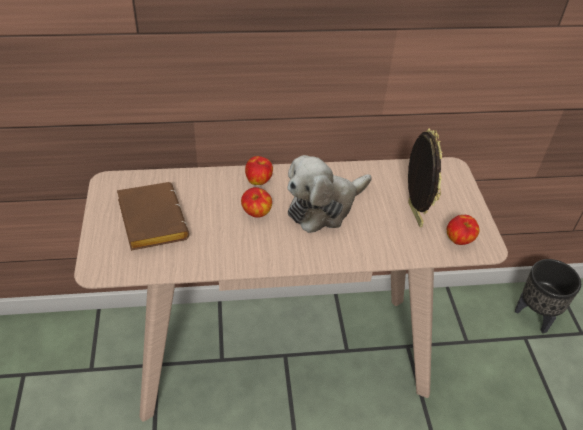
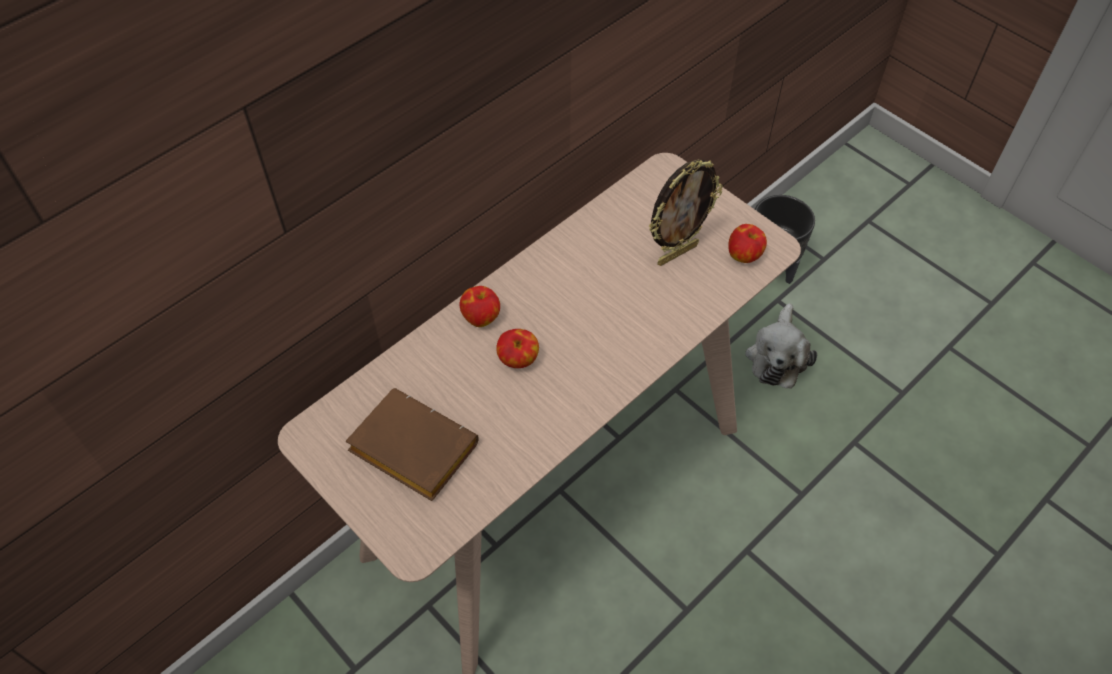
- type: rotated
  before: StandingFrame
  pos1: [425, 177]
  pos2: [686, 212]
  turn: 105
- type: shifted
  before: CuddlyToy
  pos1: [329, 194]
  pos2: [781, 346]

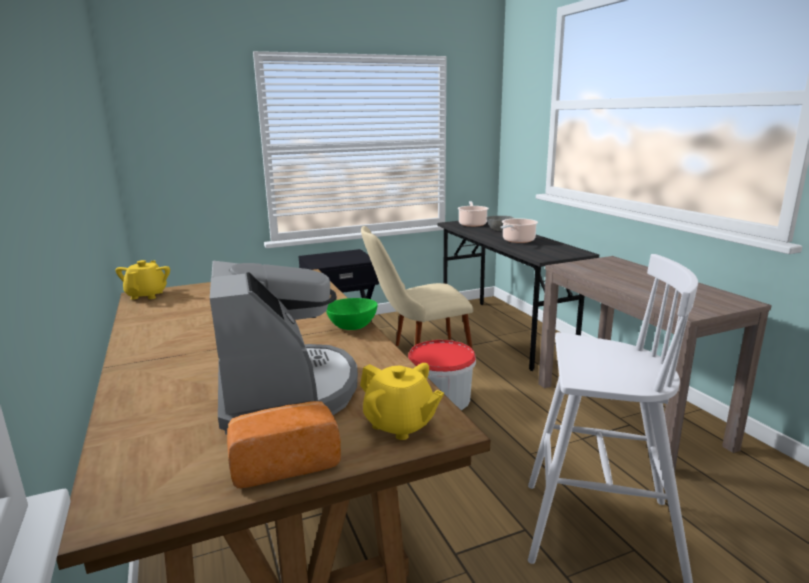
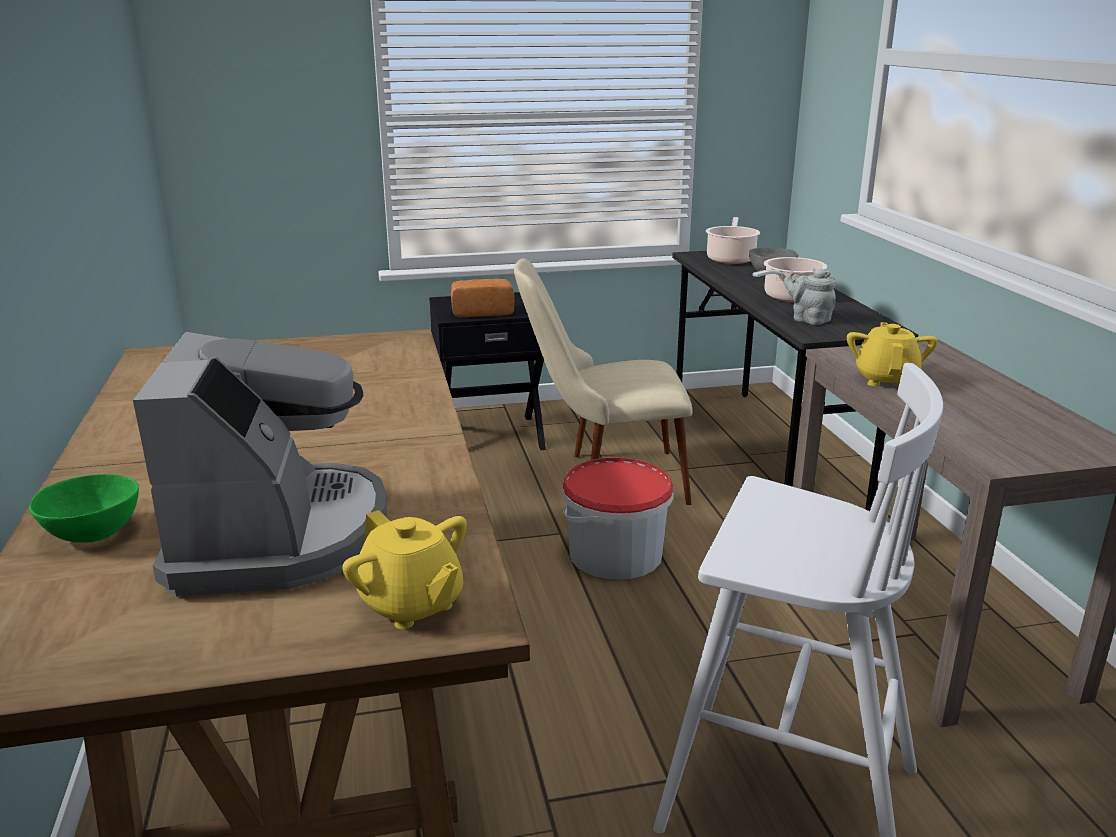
- type: shifted
  before: GreenColouredDeepDish
  pos1: [352, 314]
  pos2: [84, 508]
- type: shifted
  before: BakedBread
  pos1: [284, 444]
  pos2: [482, 298]
- type: new
  after: GreyishTeaPot
  pos2: [810, 296]
- type: shifted
  before: YellowTeaPot
  pos1: [142, 280]
  pos2: [892, 354]

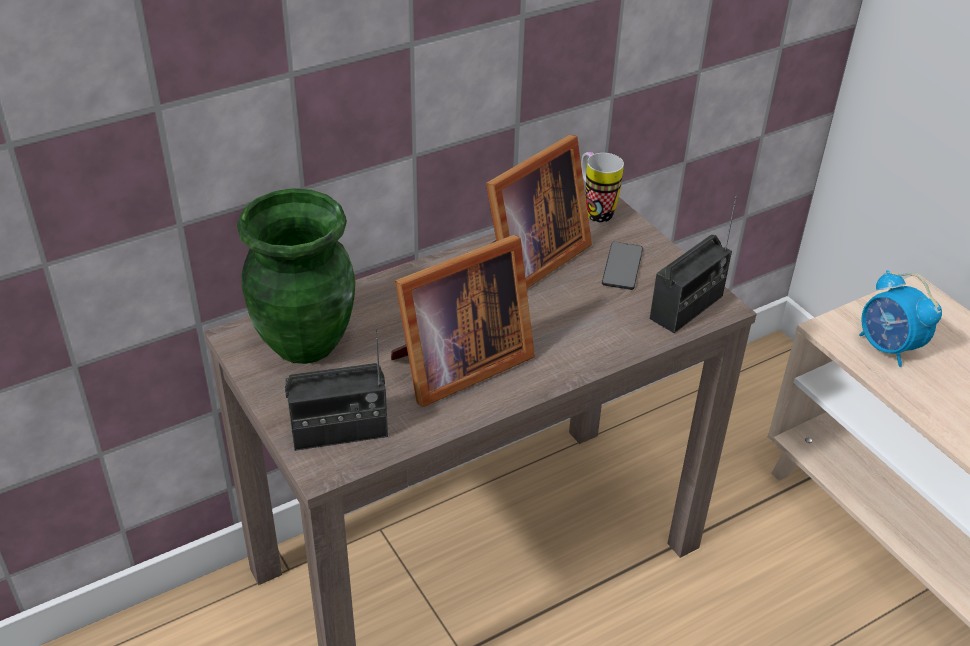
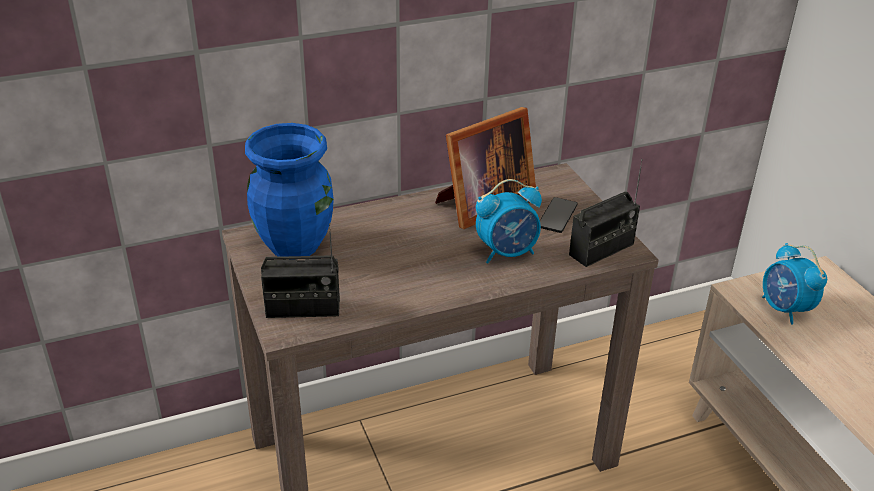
- type: repainted
  before: GreenColouredVase
  after: BlueColouredVase
  pos1: [296, 276]
  pos2: [289, 191]
- type: new
  after: AlarmClock
  pos2: [509, 221]
- type: gone
  before: StandingFrame
  pos1: [463, 321]
- type: gone
  before: Mug
  pos1: [602, 187]

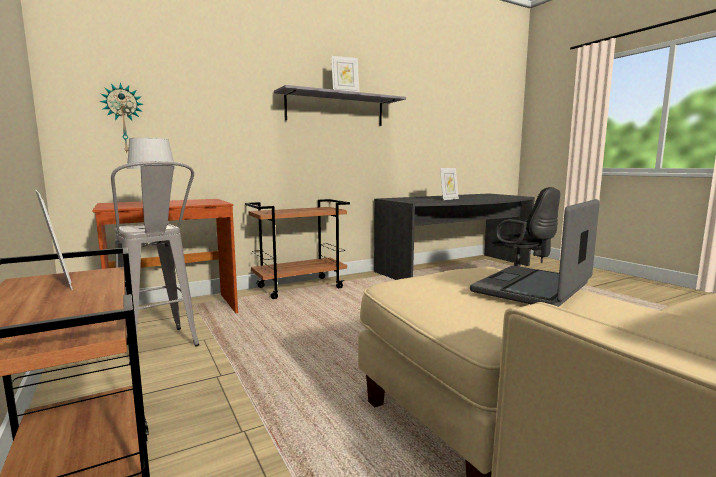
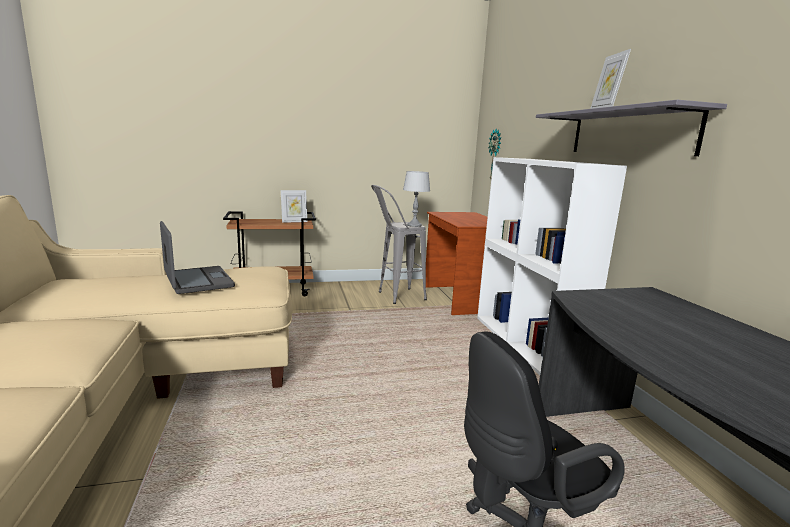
- type: swapped
  before: BrownColouredWheeledCart
  after: WhitishBookshelf
  pos1: [297, 249]
  pos2: [552, 266]
- type: gone
  before: StandingFrame
  pos1: [449, 184]

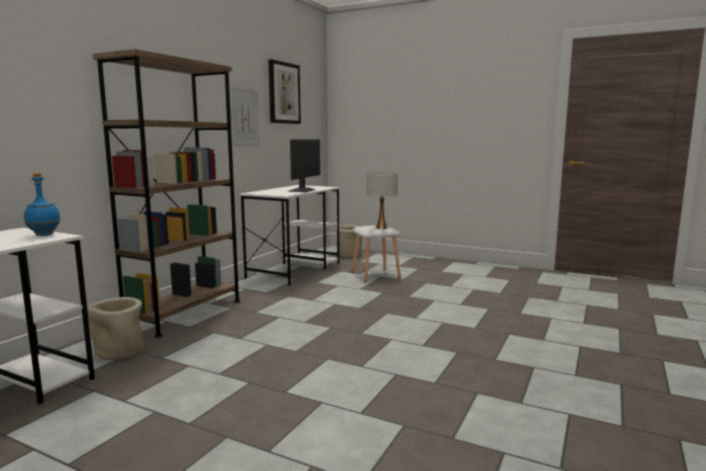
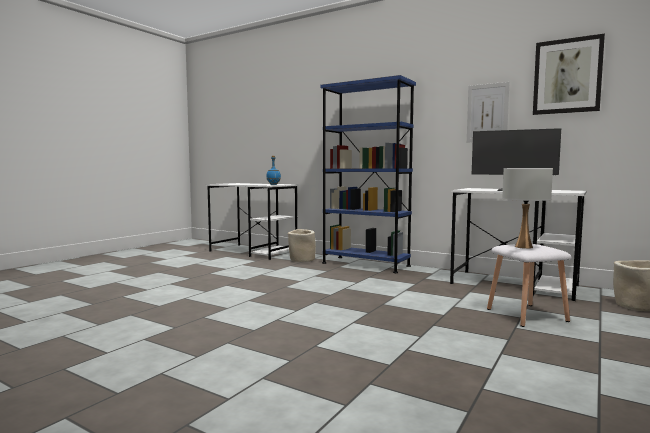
- type: repainted
  before: BrownColouredBookshelf
  after: BlueColouredBookshelf
  pos1: [166, 193]
  pos2: [368, 174]

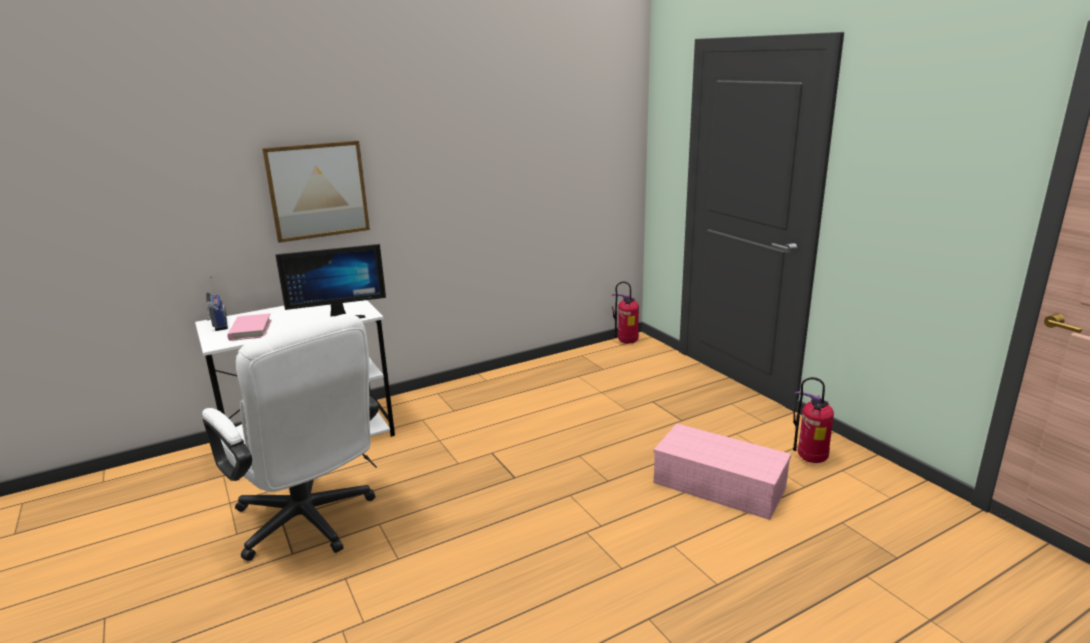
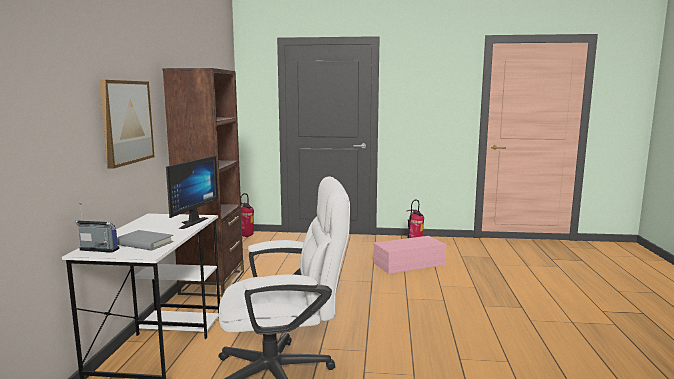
- type: repainted
  before: PinkColouredVolume
  after: GreyishVolume
  pos1: [249, 327]
  pos2: [145, 240]
- type: new
  after: BrownColouredBookshelf
  pos2: [203, 182]

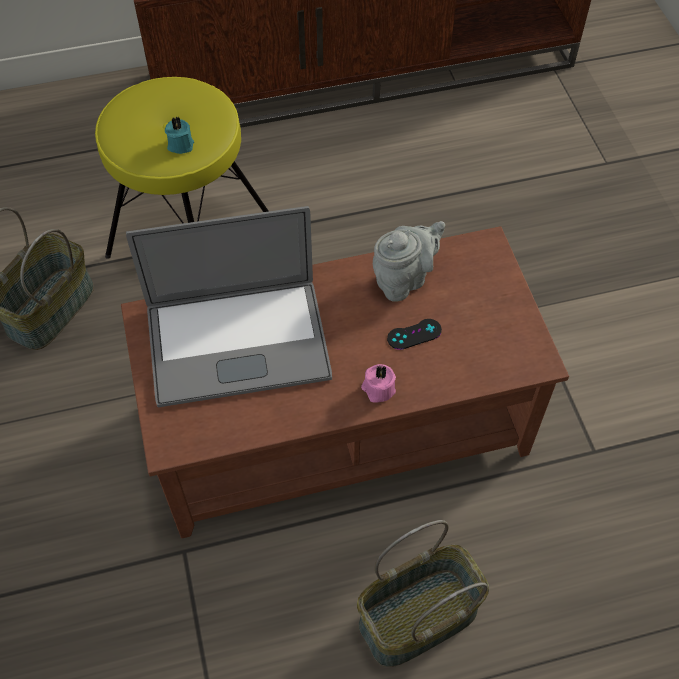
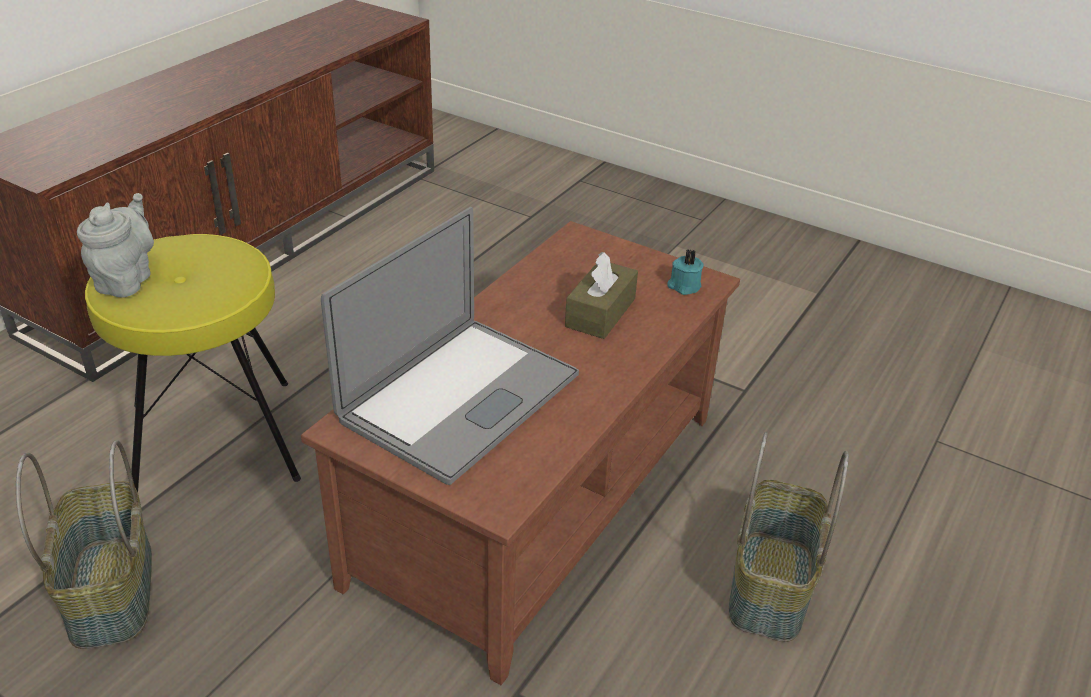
- type: shifted
  before: GreyishTeaPot
  pos1: [409, 261]
  pos2: [115, 245]
- type: swapped
  before: BlackishGameController
  after: BrownColouredBoxOfTissues
  pos1: [414, 334]
  pos2: [601, 295]
- type: shifted
  before: TurquoiseColouredWaxCandle
  pos1: [179, 135]
  pos2: [685, 272]
- type: gone
  before: PinkColouredWaxCandle
  pos1: [378, 383]

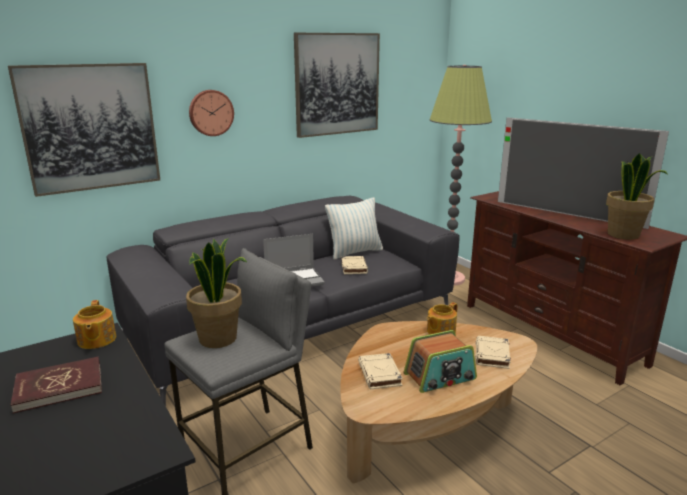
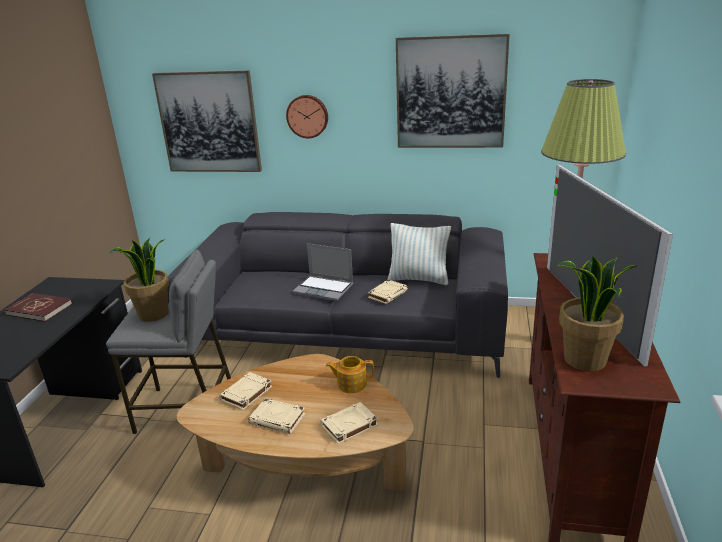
- type: swapped
  before: RadioReceiver
  after: BeigeVolume
  pos1: [440, 361]
  pos2: [276, 416]
- type: gone
  before: TeaPot
  pos1: [94, 324]

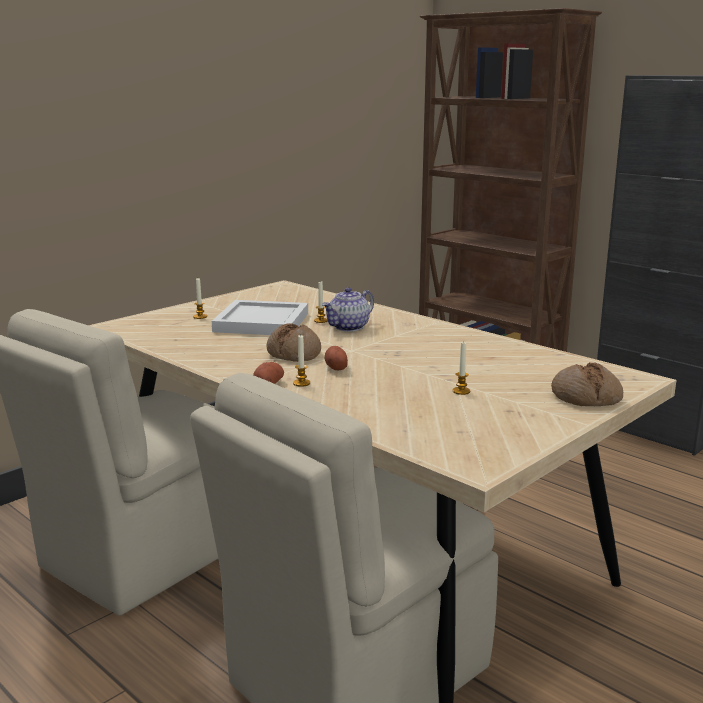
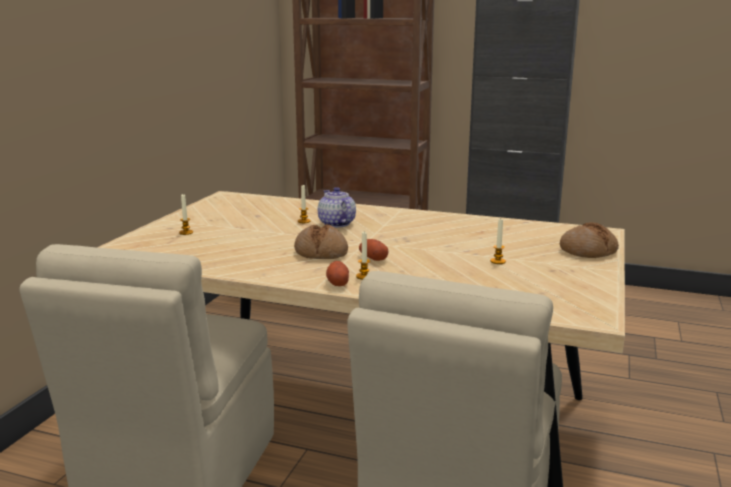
- type: rotated
  before: TeaPot
  pos1: [348, 309]
  pos2: [337, 207]
  turn: 135
- type: gone
  before: WhitishTray
  pos1: [260, 317]

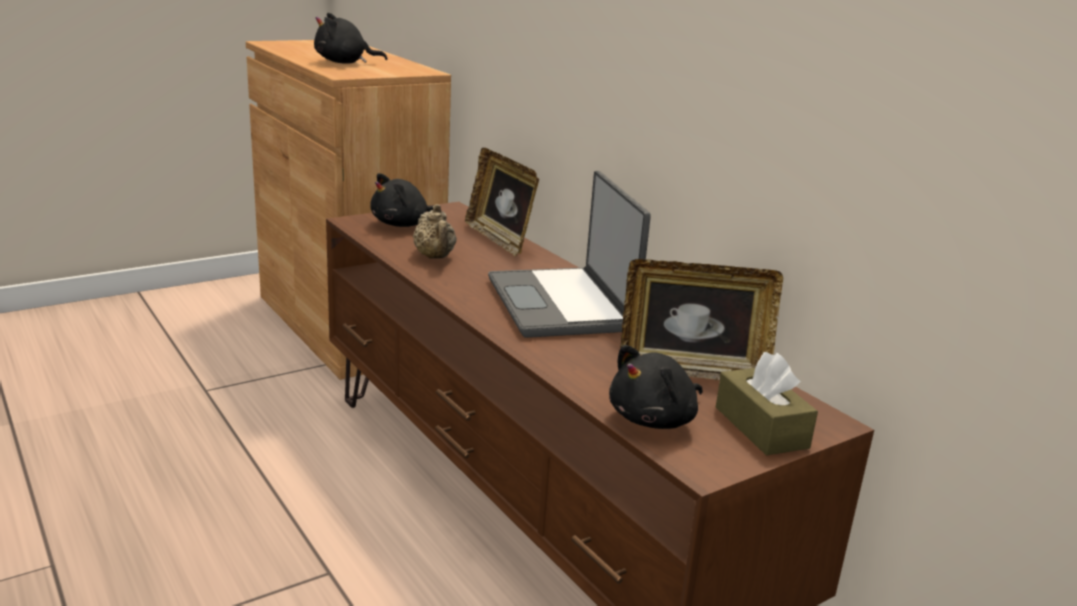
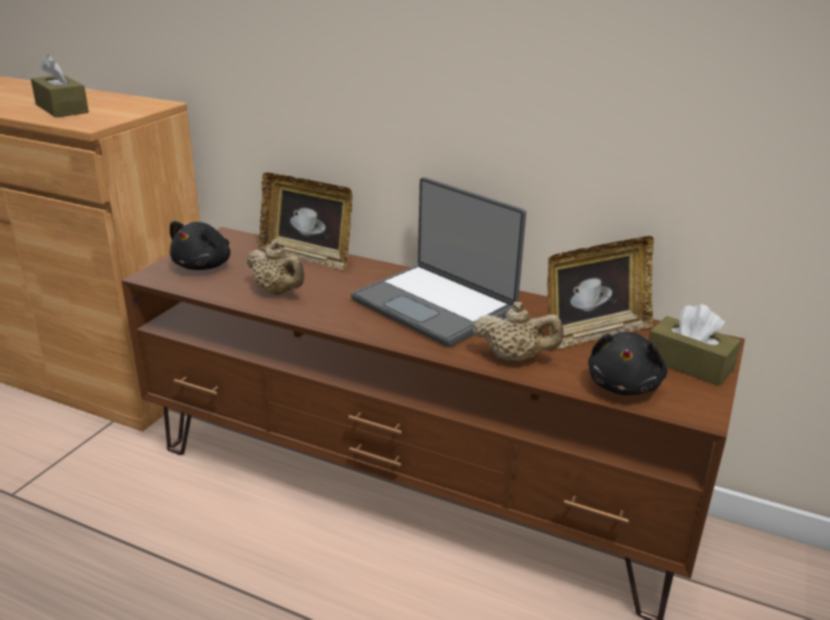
- type: swapped
  before: BlackishCuddlyToy
  after: BrownColouredBoxOfTissues
  pos1: [350, 38]
  pos2: [60, 86]
- type: new
  after: BeigeTeaPot
  pos2: [518, 332]

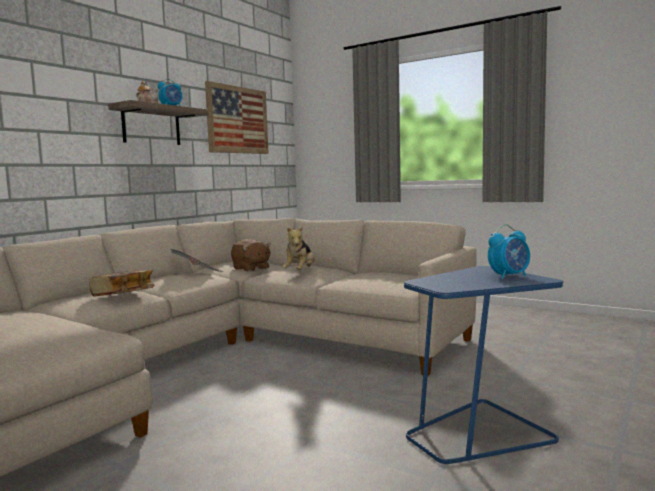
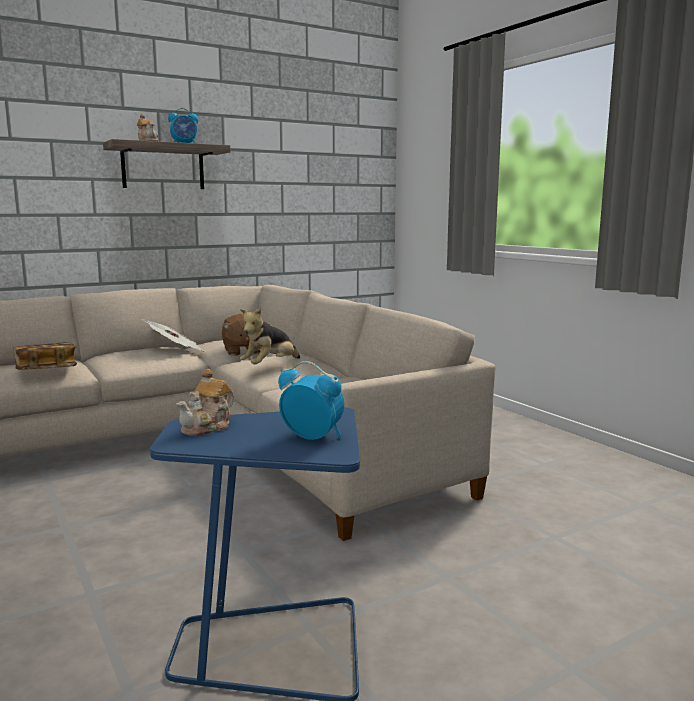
- type: new
  after: TeaPot
  pos2: [205, 402]
- type: rotated
  before: AlarmClock
  pos1: [509, 251]
  pos2: [311, 400]
  turn: -150
- type: gone
  before: WallArt
  pos1: [237, 117]

